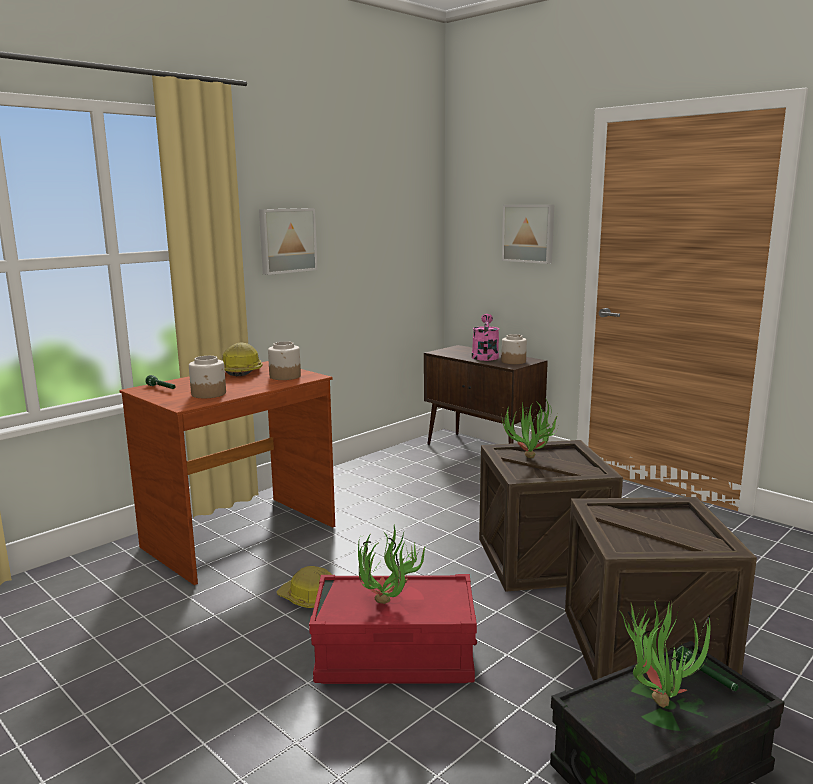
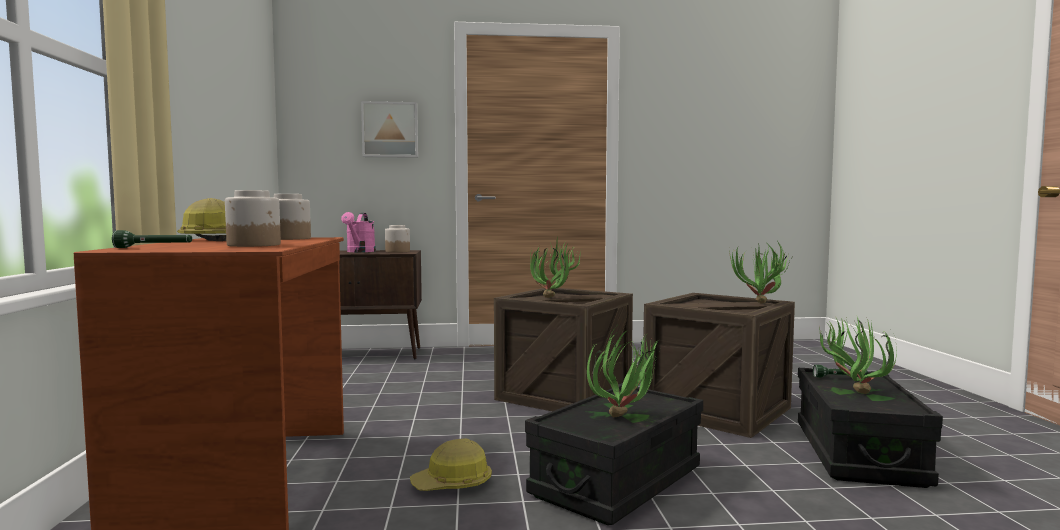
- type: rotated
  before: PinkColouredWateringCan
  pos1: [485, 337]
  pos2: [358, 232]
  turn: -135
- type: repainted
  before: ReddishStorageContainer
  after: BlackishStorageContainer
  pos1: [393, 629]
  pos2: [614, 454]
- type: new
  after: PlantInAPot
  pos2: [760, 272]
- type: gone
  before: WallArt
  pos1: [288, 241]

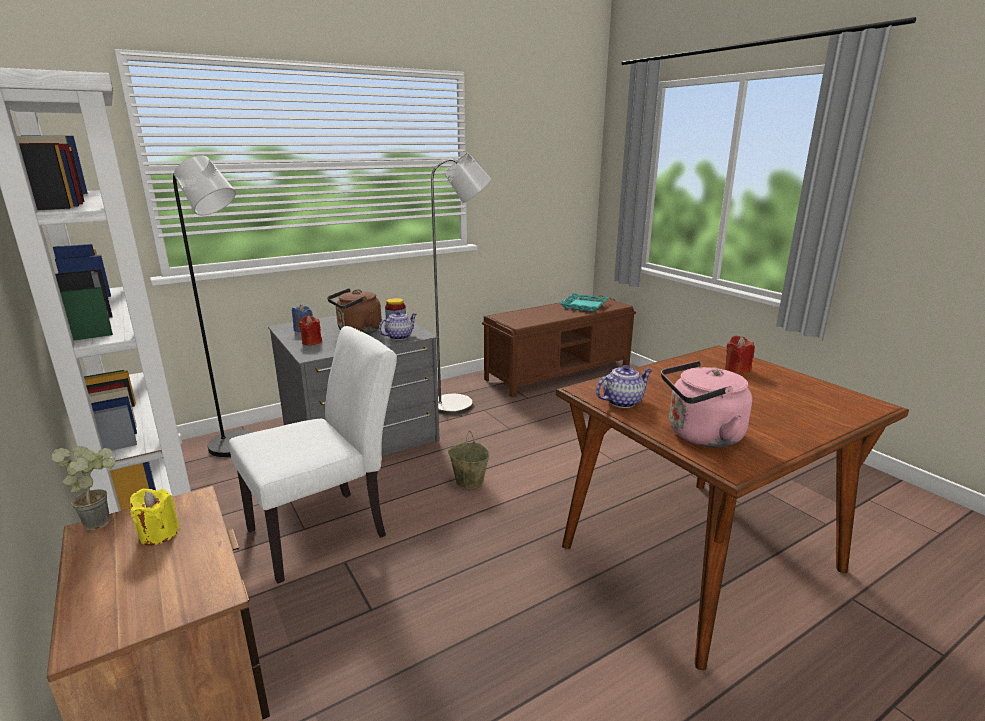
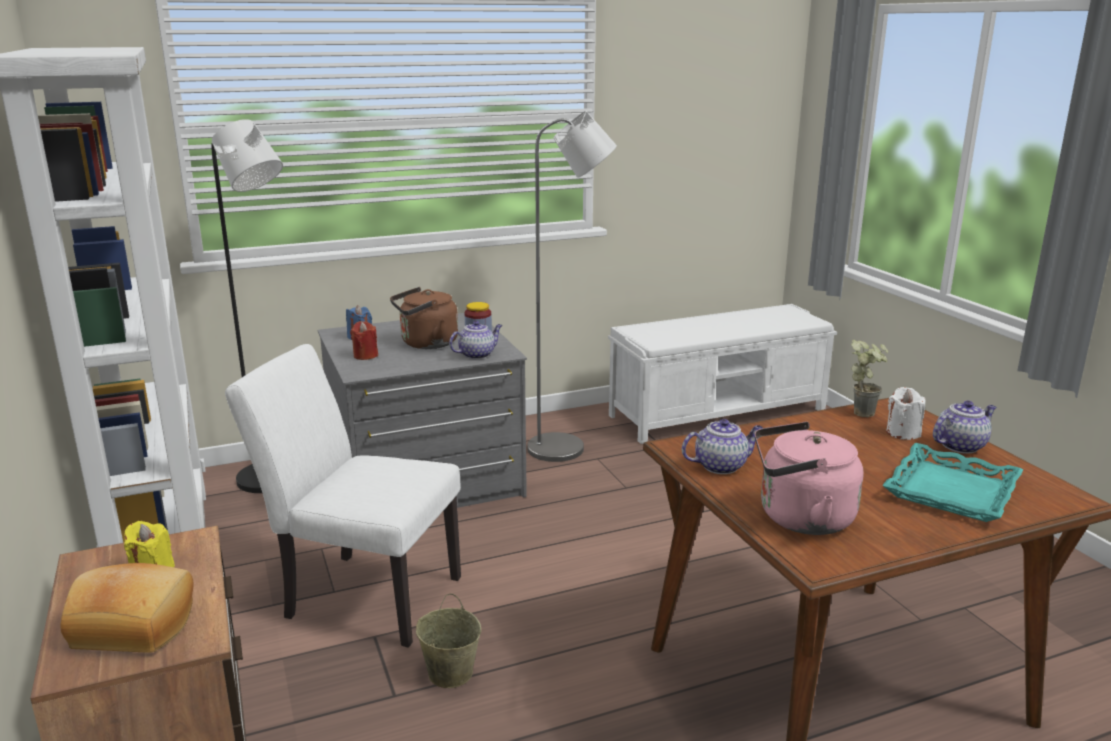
- type: new
  after: BakedBread
  pos2: [126, 608]
- type: rotated
  before: WhitishChair
  pos1: [313, 455]
  pos2: [343, 496]
  turn: -135
- type: shifted
  before: BeigeWaterBucket
  pos1: [469, 460]
  pos2: [448, 640]
- type: repainted
  before: BrownColouredLongSeat
  after: WhitishLongSeat
  pos1: [559, 346]
  pos2: [722, 374]
- type: shifted
  before: PlantInAPot
  pos1: [83, 488]
  pos2: [869, 378]
- type: shifted
  before: TurquoiseColouredTray
  pos1: [584, 302]
  pos2: [952, 482]
- type: repainted
  before: ReddishWaxCandle
  after: WhitishWaxCandle
  pos1: [740, 355]
  pos2: [905, 413]
- type: new
  after: TeaPot
  pos2: [964, 427]

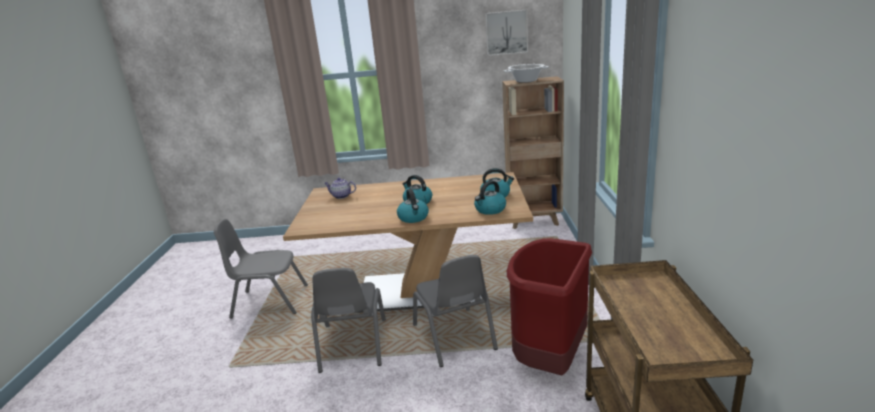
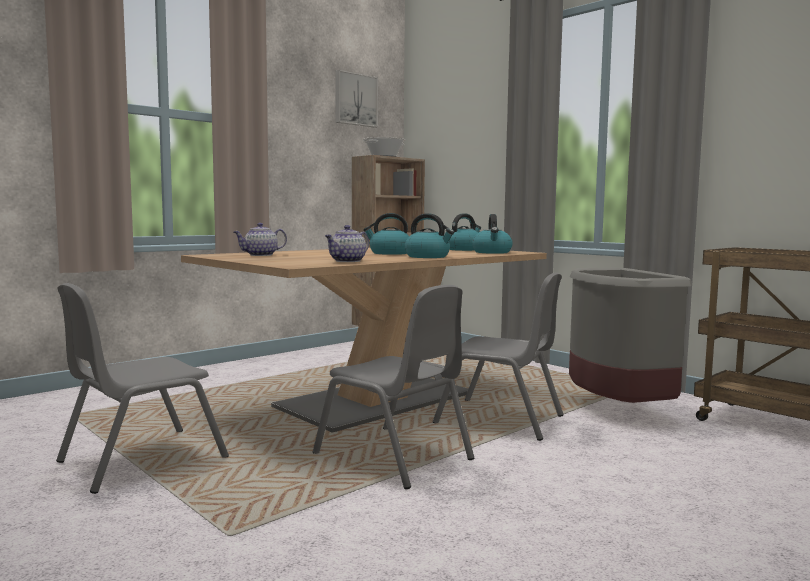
- type: new
  after: TeaPot
  pos2: [347, 243]
- type: repainted
  before: ReddishTrashCan
  after: GreyishTrashCan
  pos1: [549, 307]
  pos2: [630, 335]

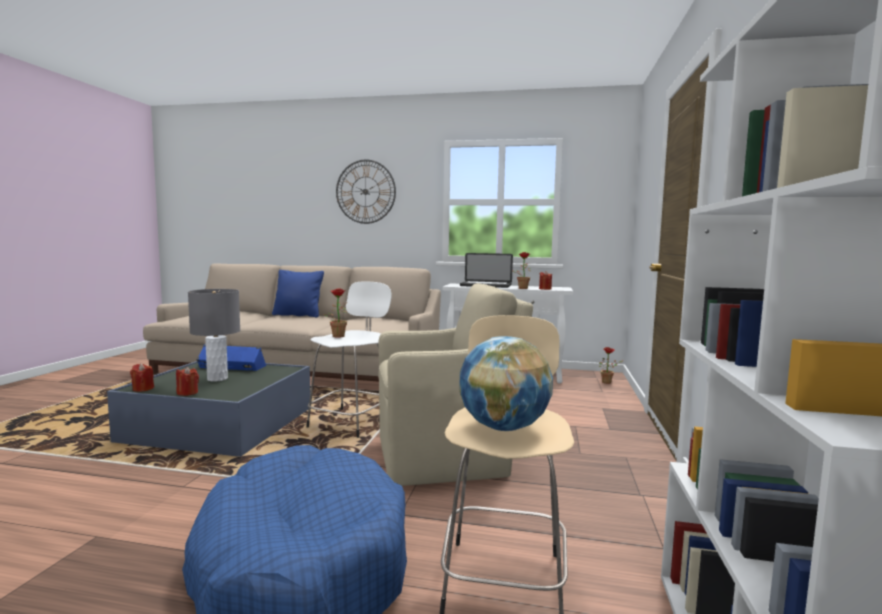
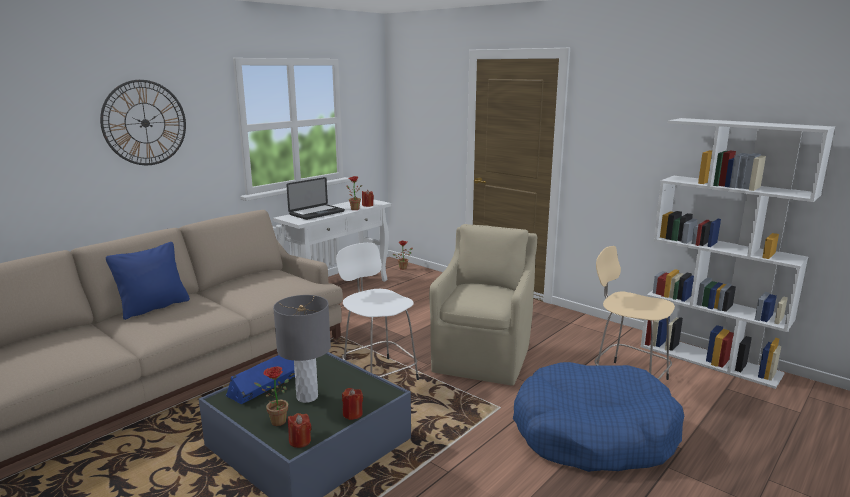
- type: shifted
  before: PlantInAPot
  pos1: [335, 313]
  pos2: [271, 396]
- type: gone
  before: DeskGlobe
  pos1: [506, 383]

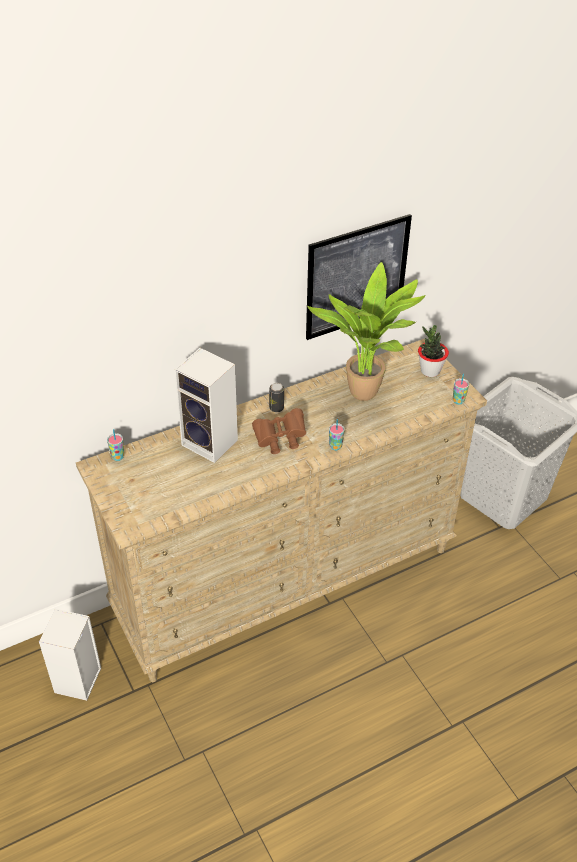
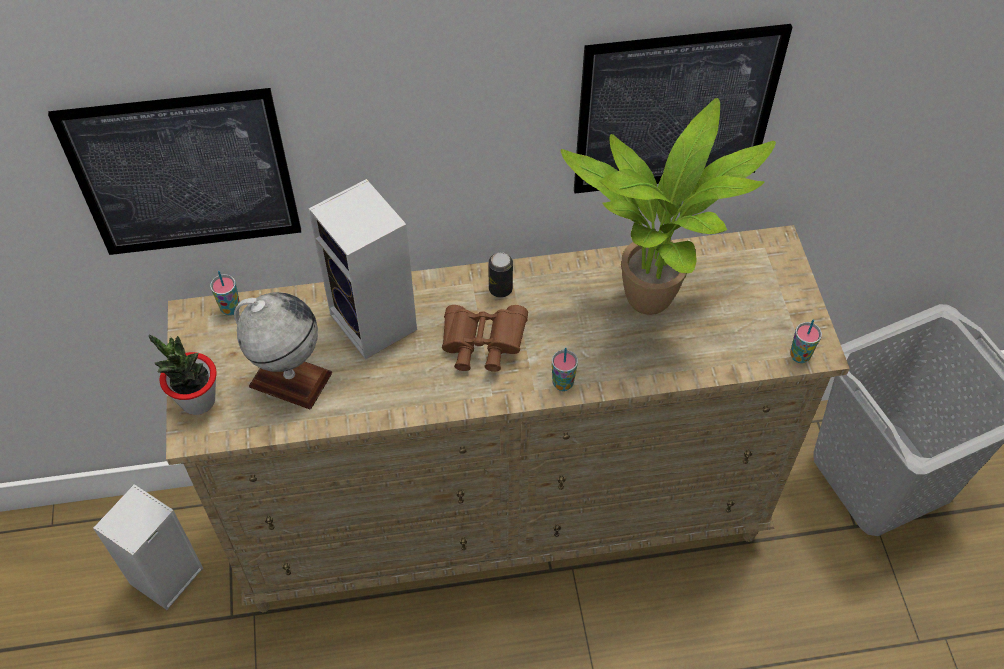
- type: new
  after: WallArt
  pos2: [174, 171]
- type: shifted
  before: PlantInAPot
  pos1: [433, 351]
  pos2: [182, 374]
- type: new
  after: DeskGlobe
  pos2: [283, 350]

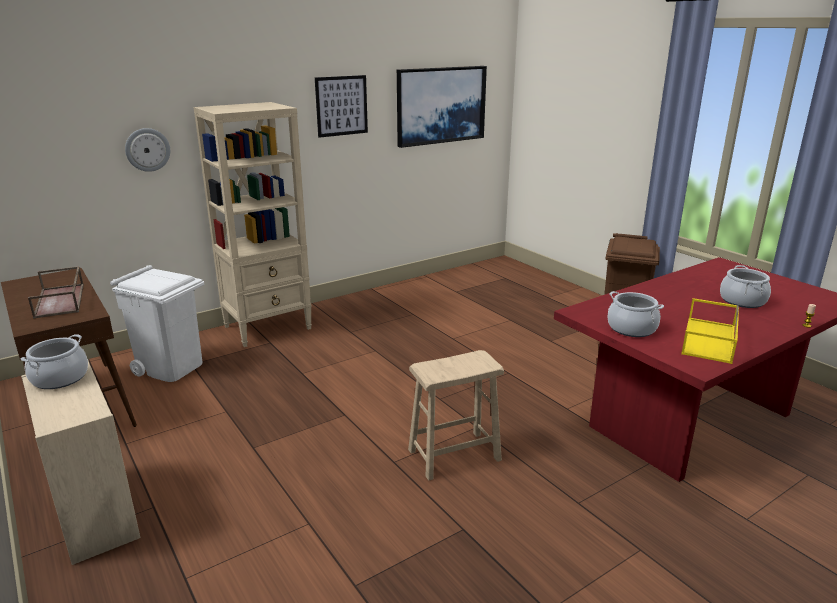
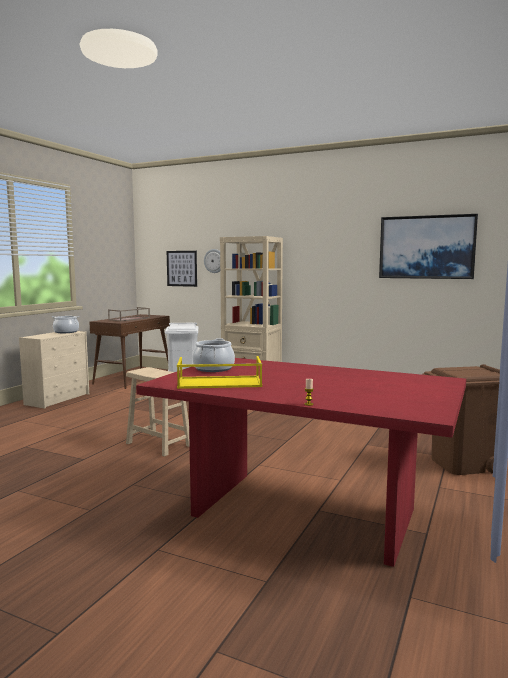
- type: shifted
  before: WallArt
  pos1: [341, 106]
  pos2: [182, 269]
- type: gone
  before: Stockpot
  pos1: [745, 286]

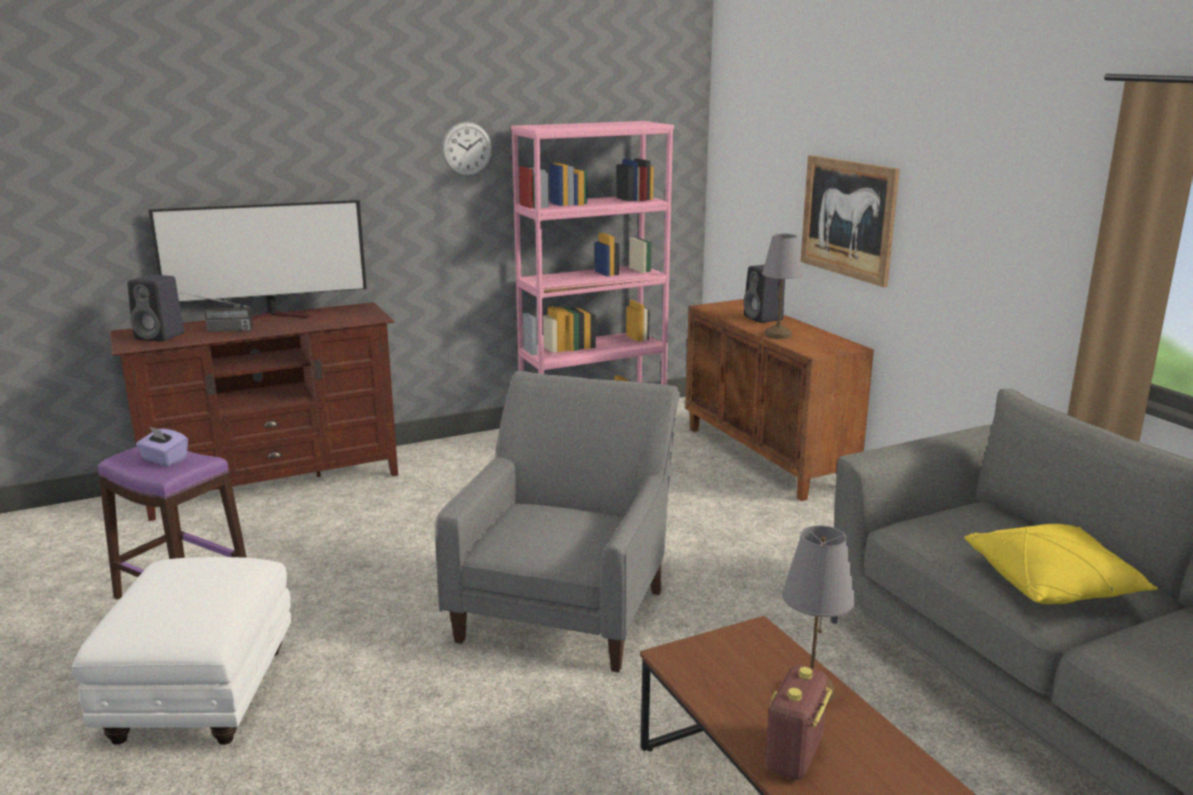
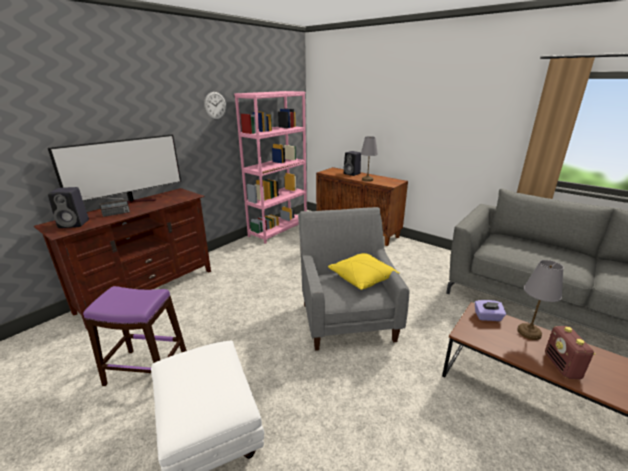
- type: shifted
  before: YellowPillow
  pos1: [1061, 564]
  pos2: [364, 271]
- type: shifted
  before: PurplishBoxOfTissues
  pos1: [162, 446]
  pos2: [490, 310]
- type: gone
  before: WallArt
  pos1: [850, 221]

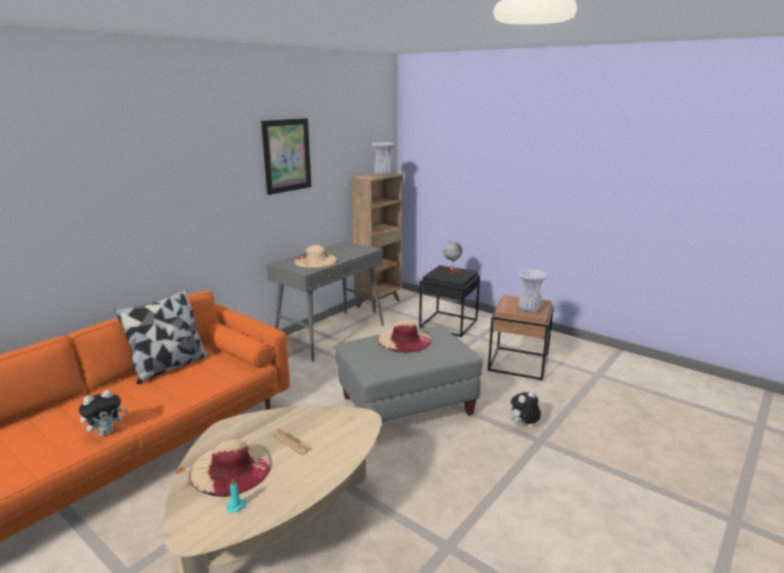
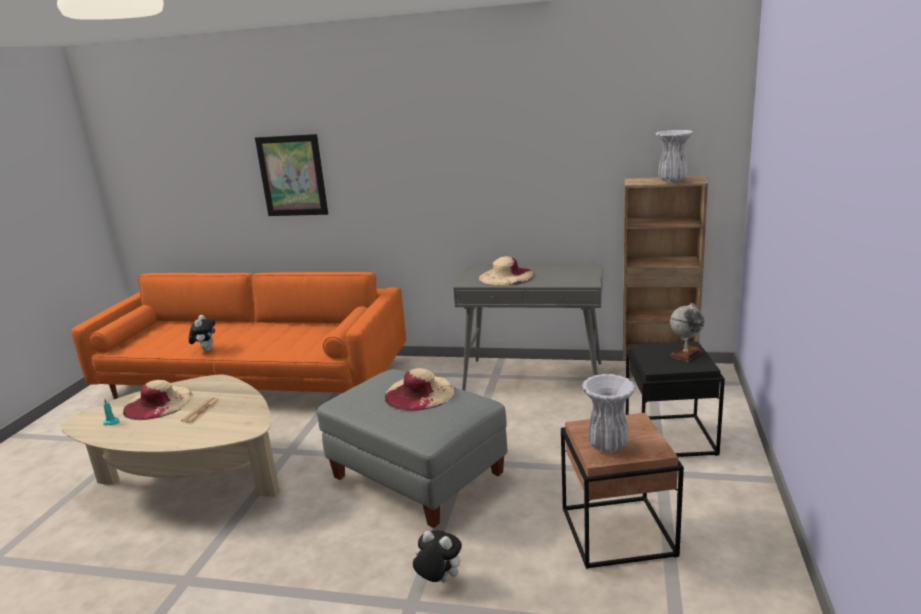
- type: rotated
  before: CuddlyToy
  pos1: [103, 413]
  pos2: [202, 333]
  turn: -120
- type: shifted
  before: WallArt
  pos1: [286, 156]
  pos2: [291, 175]
- type: gone
  before: Pillow
  pos1: [161, 336]

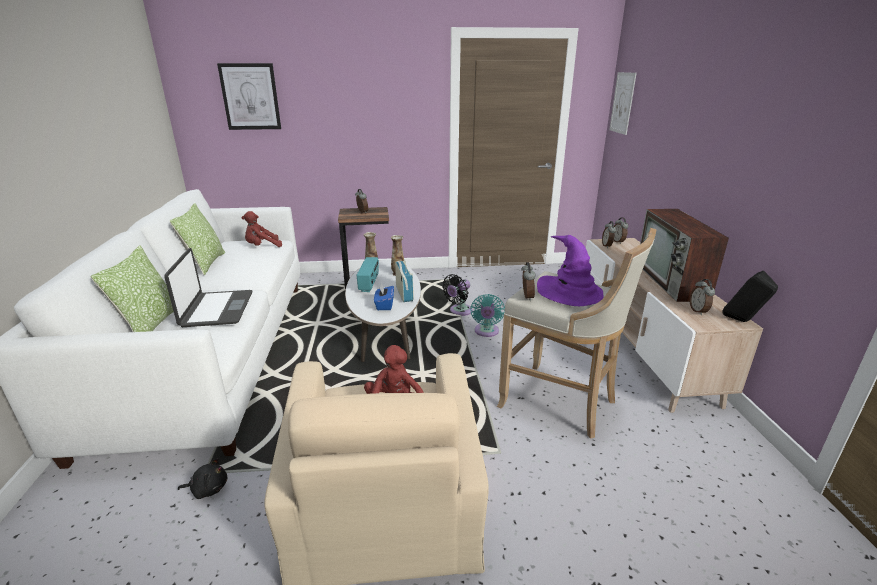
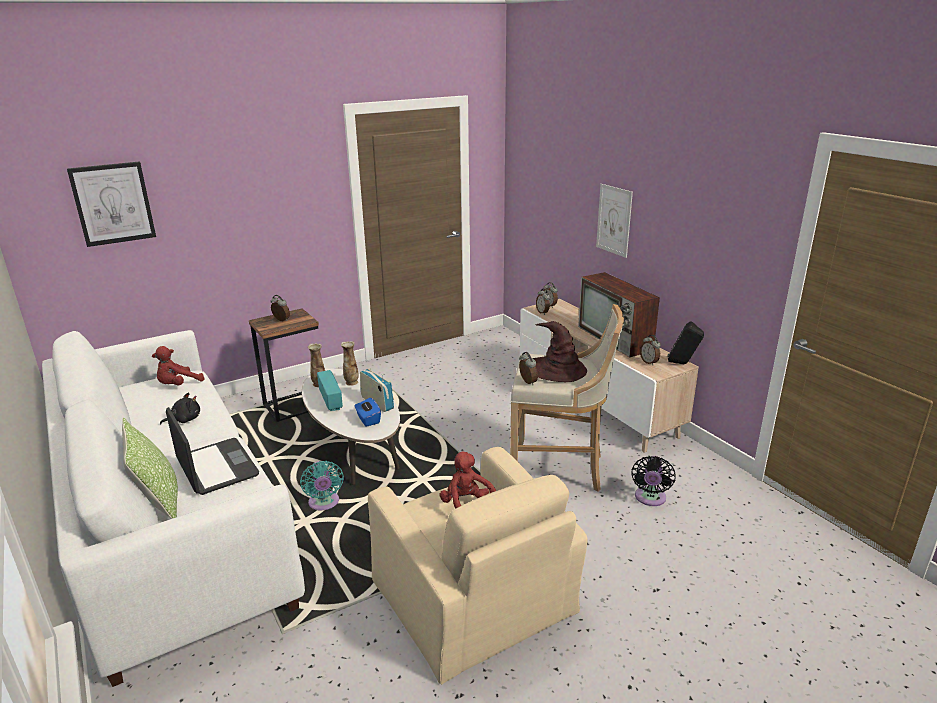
- type: shifted
  before: BlackishCuddlyToy
  pos1: [202, 478]
  pos2: [180, 409]
- type: shifted
  before: TurquoiseColouredFan
  pos1: [487, 315]
  pos2: [322, 486]
- type: repainted
  before: PurplishWearableHat
  after: BrownColouredWearableHat
  pos1: [570, 270]
  pos2: [559, 351]
- type: shifted
  before: WallArt
  pos1: [623, 103]
  pos2: [614, 221]
- type: shifted
  before: BlackishFan
  pos1: [457, 295]
  pos2: [654, 481]
- type: gone
  before: Pillow
  pos1: [197, 239]

